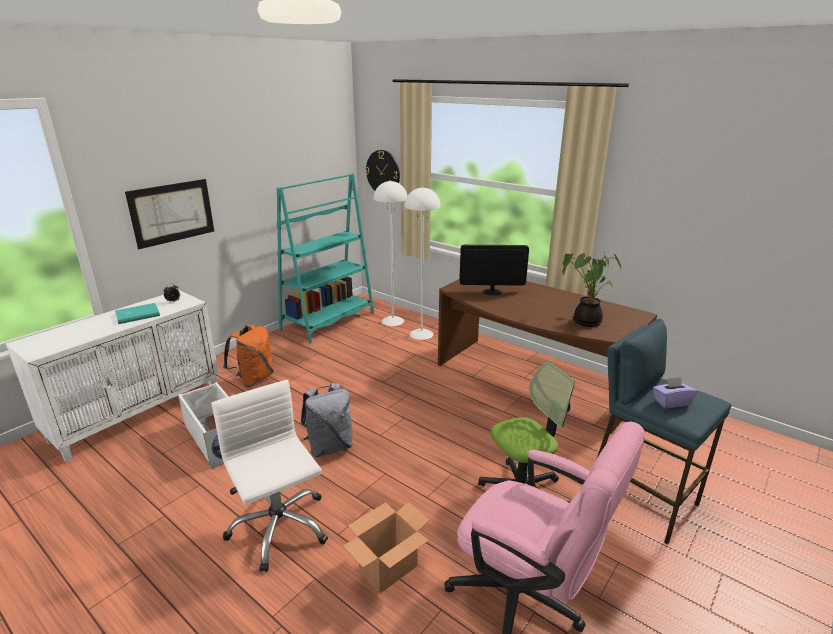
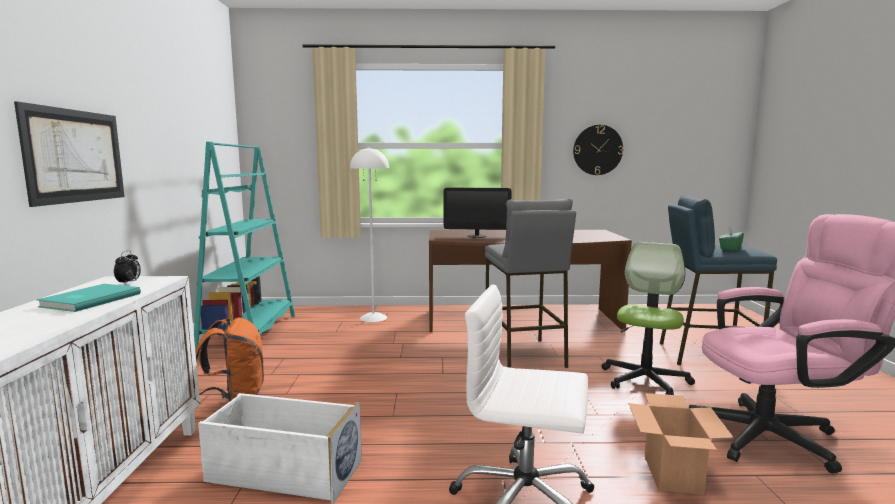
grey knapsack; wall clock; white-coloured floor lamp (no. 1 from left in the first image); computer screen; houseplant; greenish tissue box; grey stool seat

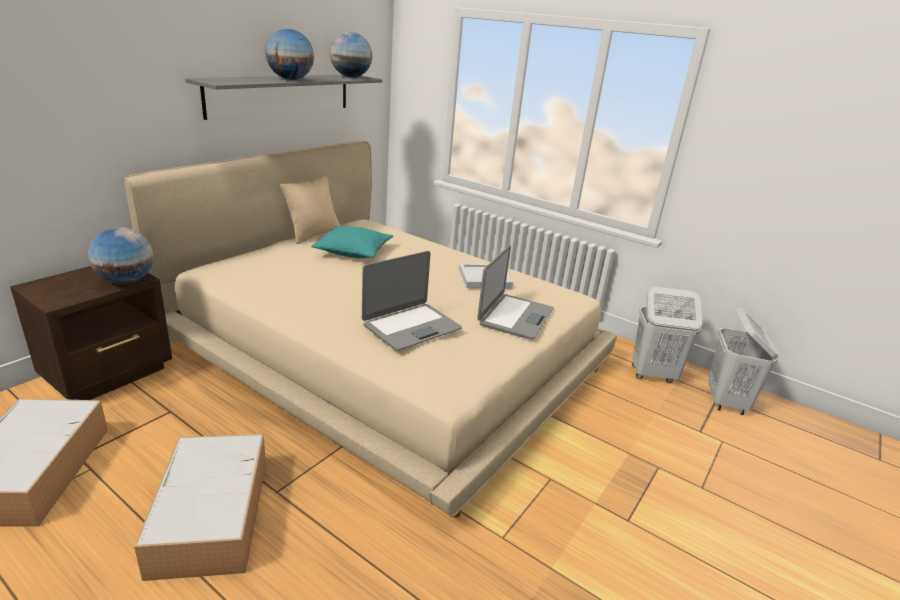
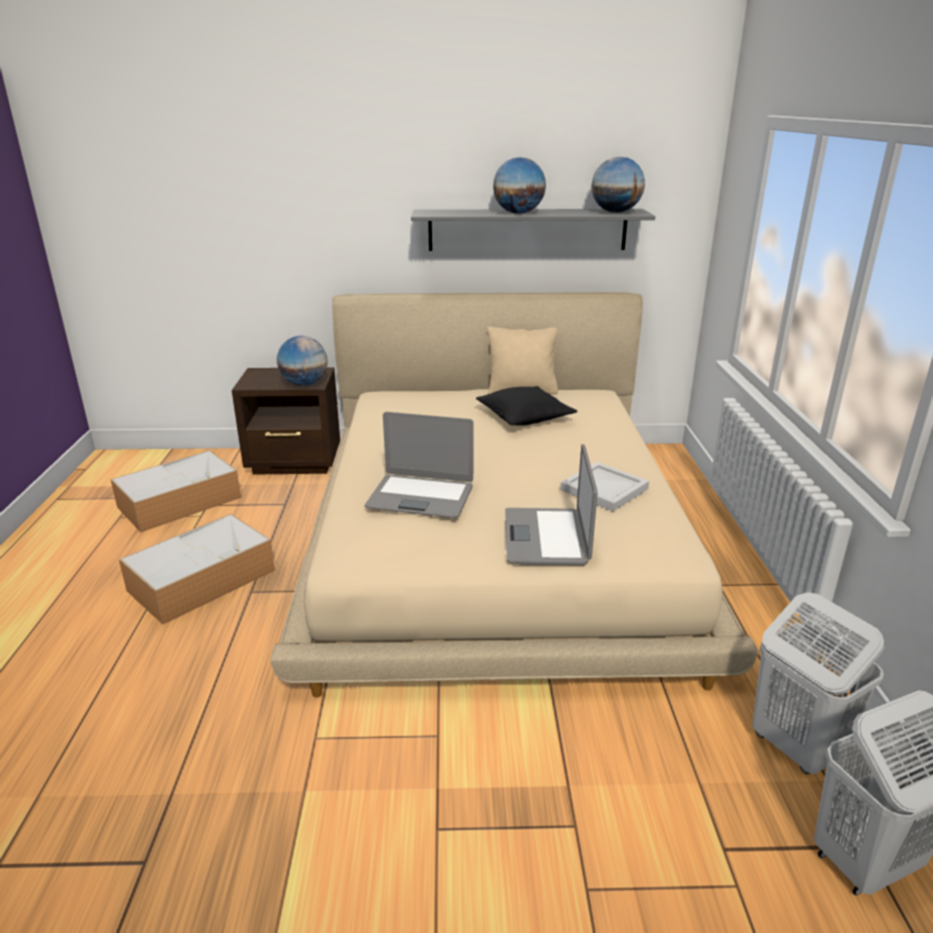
black throw pillow; portable computer (no. 2 from left)

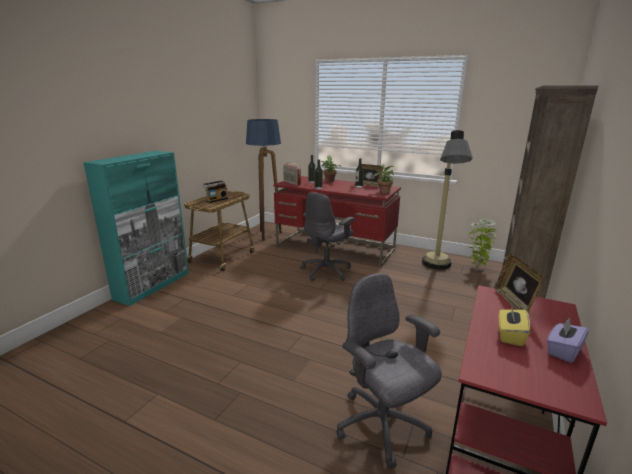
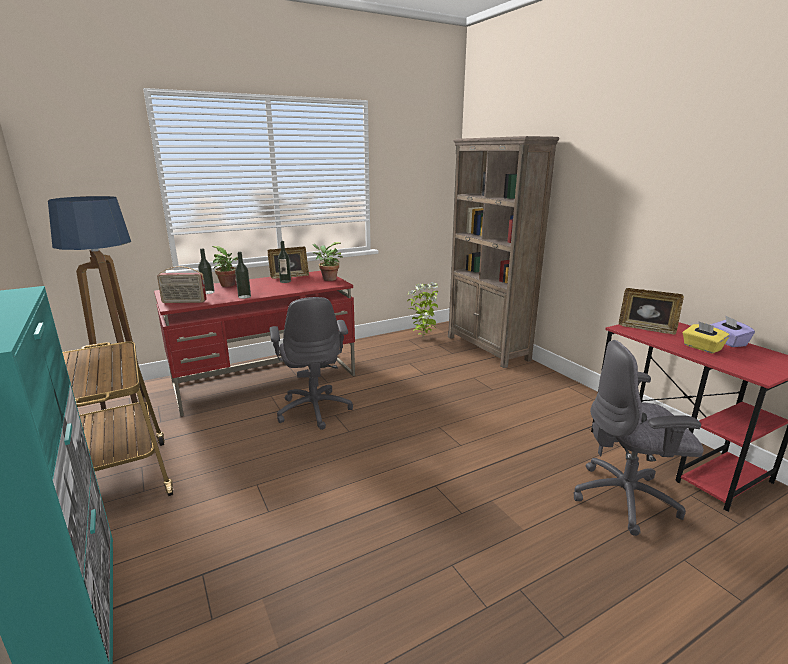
radio set (no. 1 from left in the first image); floor lamp (no. 2 from left in the first image)

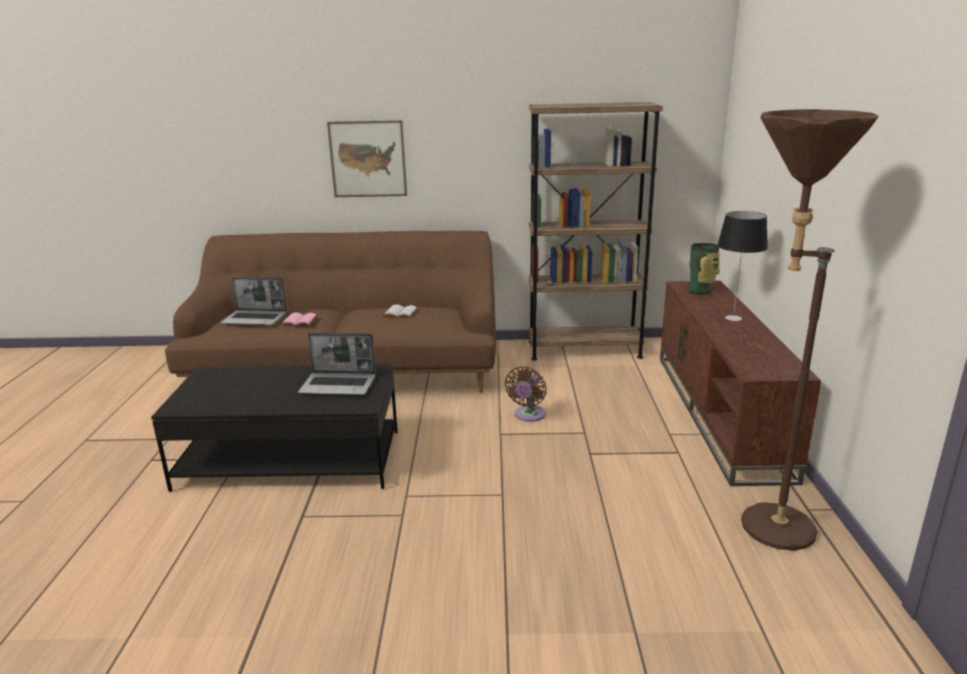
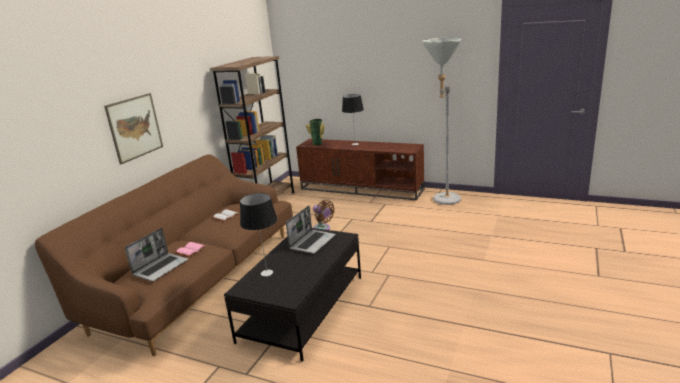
grey floor lamp; tabletop lamp (no. 1 from left)

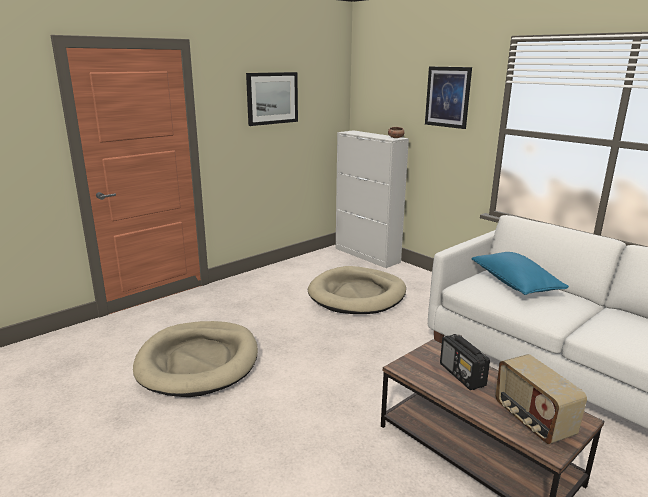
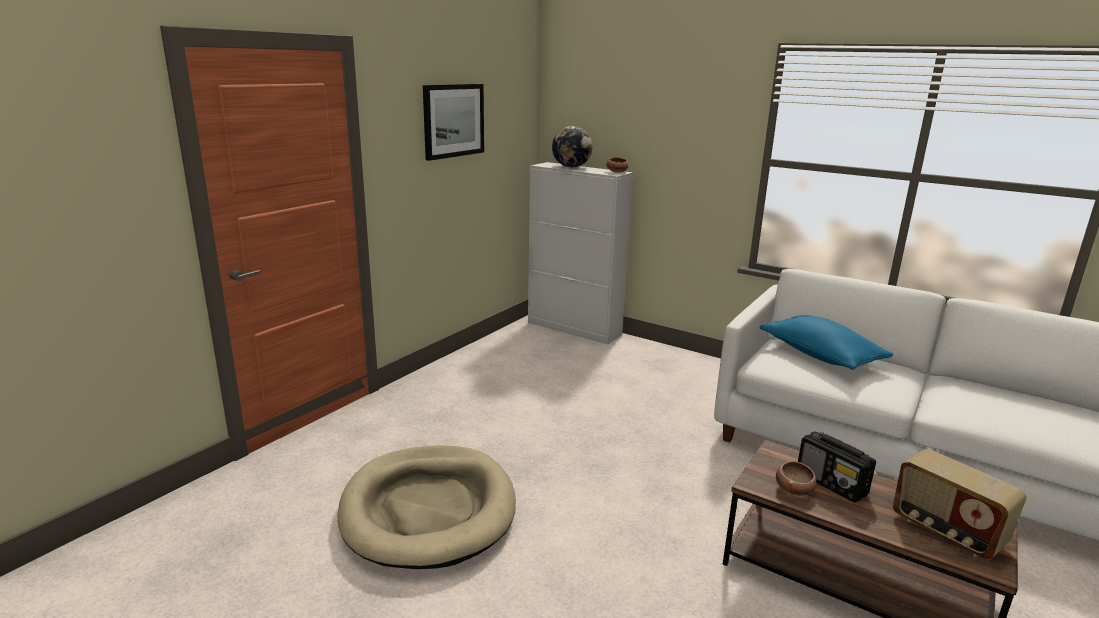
sand-coloured dog bed (no. 2 from left in the first image); wall picture (no. 2 from left in the first image); globe; deep dish (no. 2 from left)

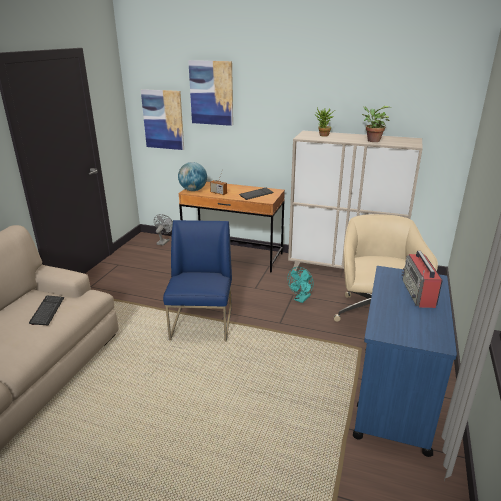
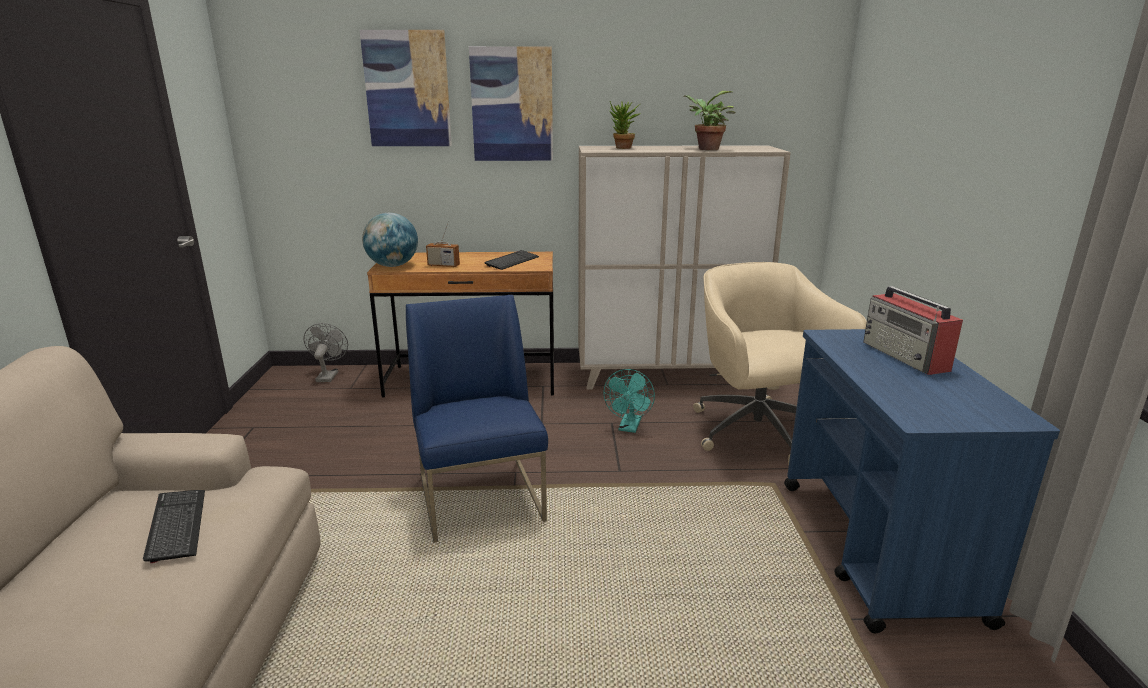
wall picture (no. 2 from left)

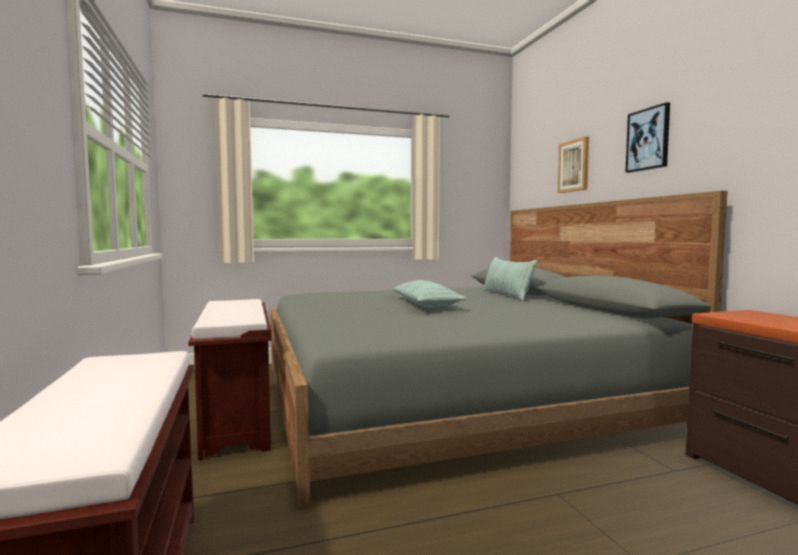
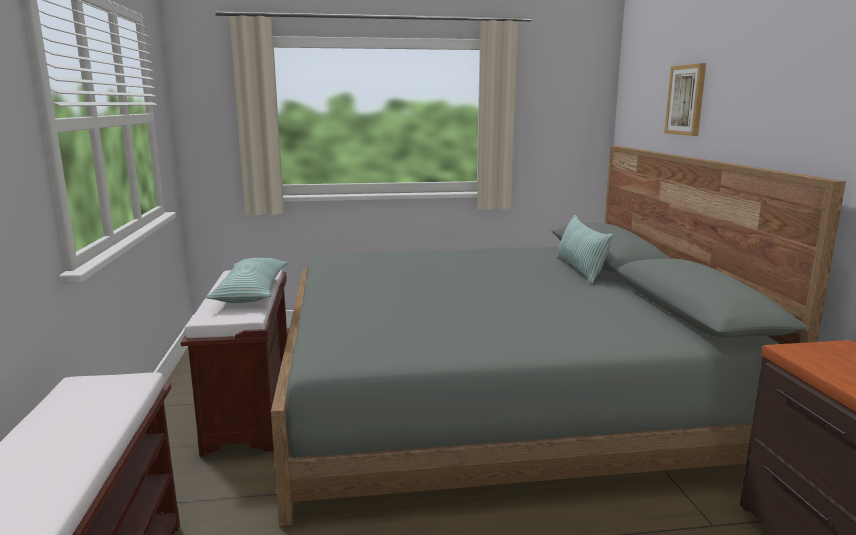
throw pillow (no. 1 from left); wall picture (no. 2 from left in the first image)

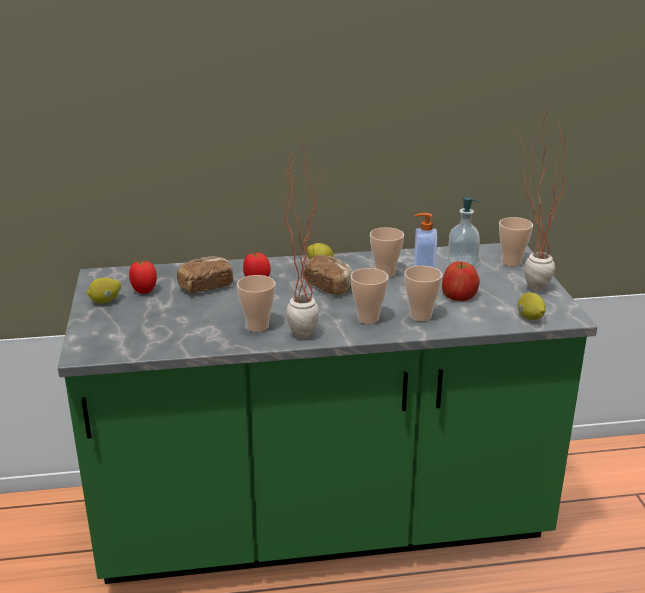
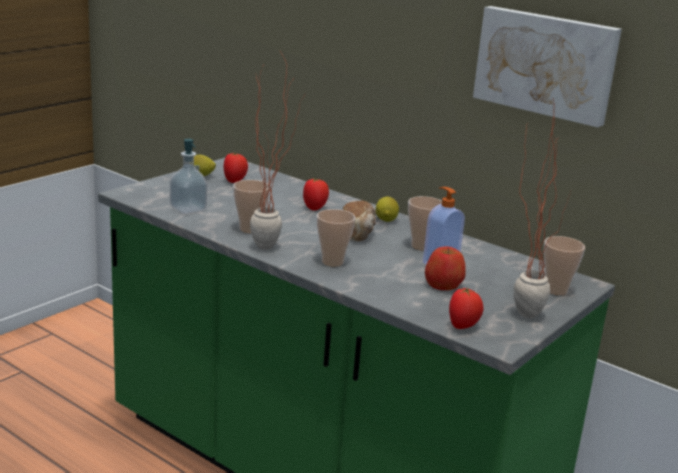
baked bread (no. 1 from left in the first image); small cup (no. 4 from left in the first image); soap dispenser (no. 1 from left); fresh tomato (no. 3 from left); wall picture

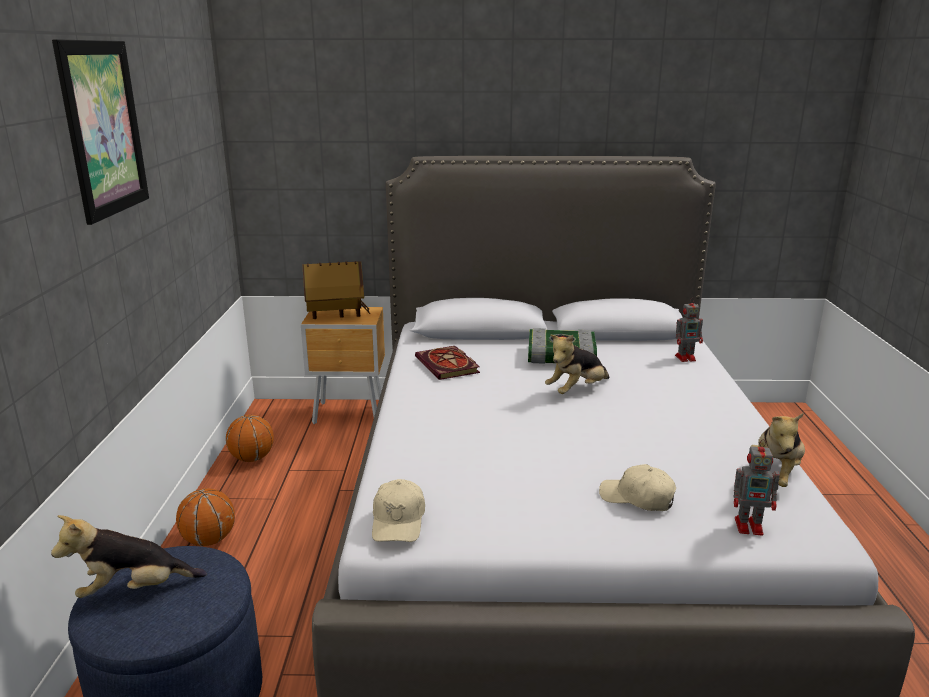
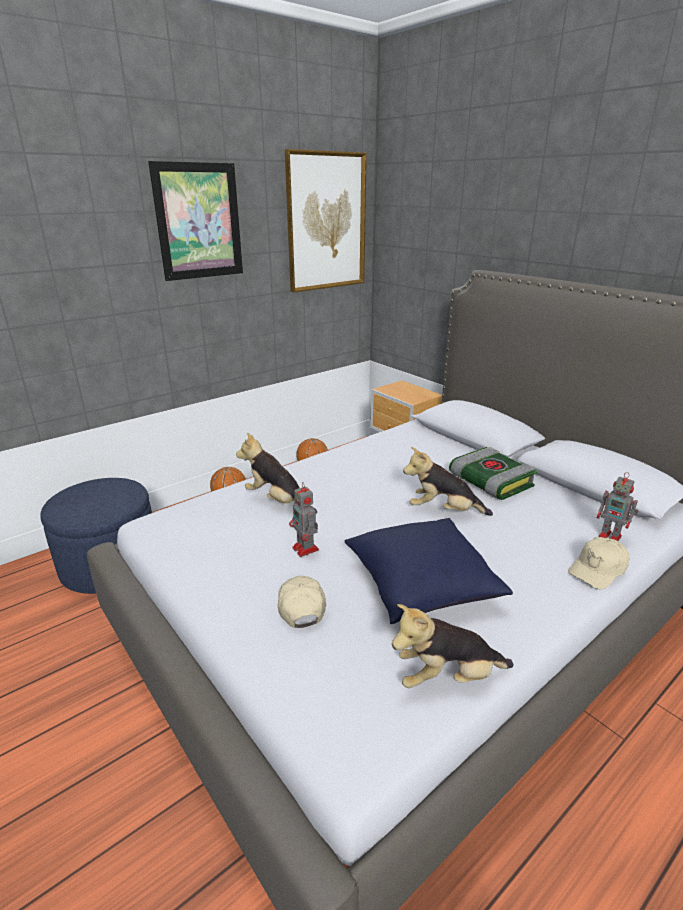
cuddly toy (no. 1 from left); model house; sand-coloured baseball cap (no. 2 from left); book (no. 1 from left in the first image); model robot (no. 1 from left); wall picture (no. 2 from left); blue-coloured throw pillow

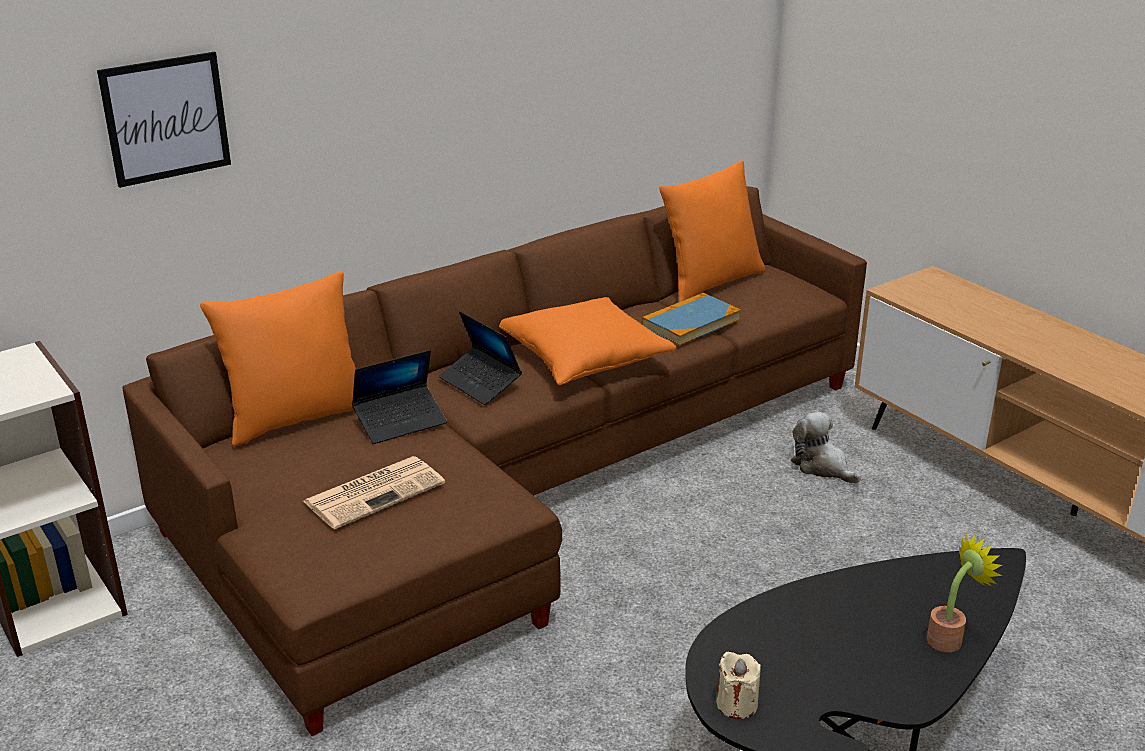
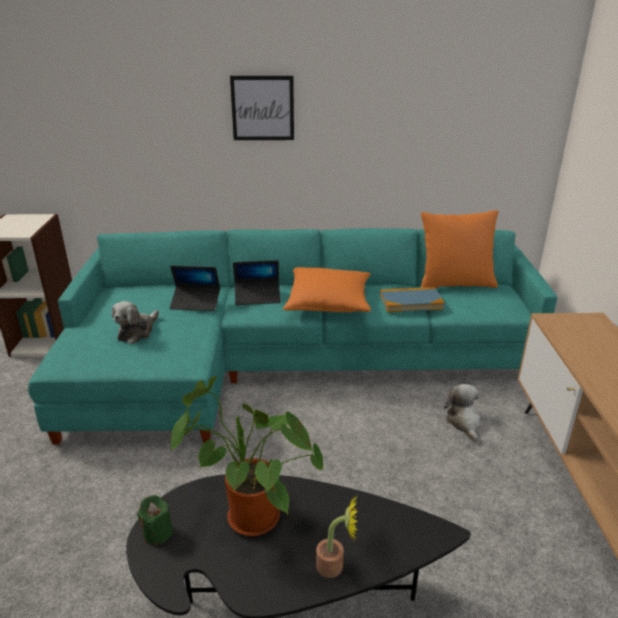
wall picture; turquoise-coloured sofa; orangey throw pillow (no. 1 from left in the first image); cuddly toy (no. 1 from left); portable computer (no. 2 from left); greenish wax light; houseplant (no. 1 from left)

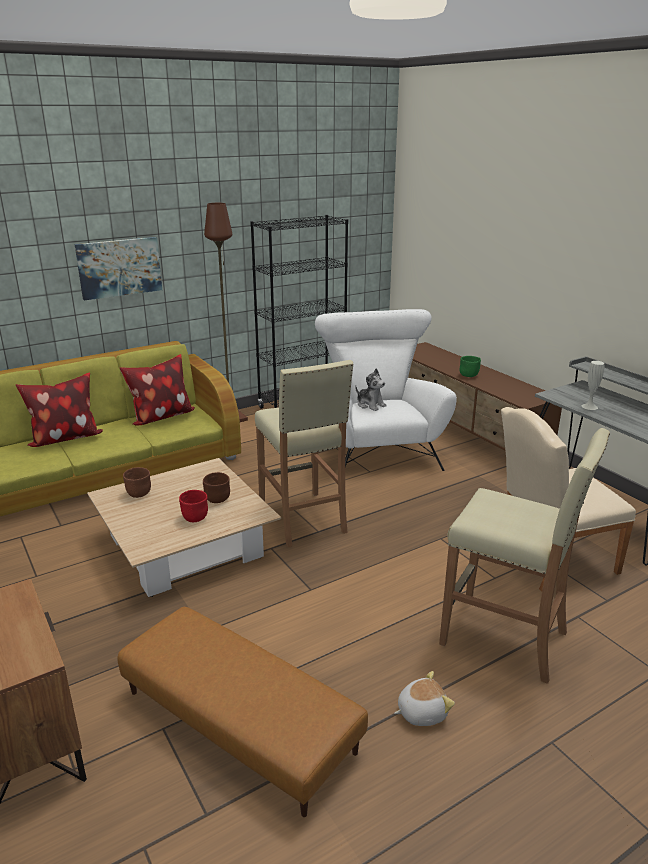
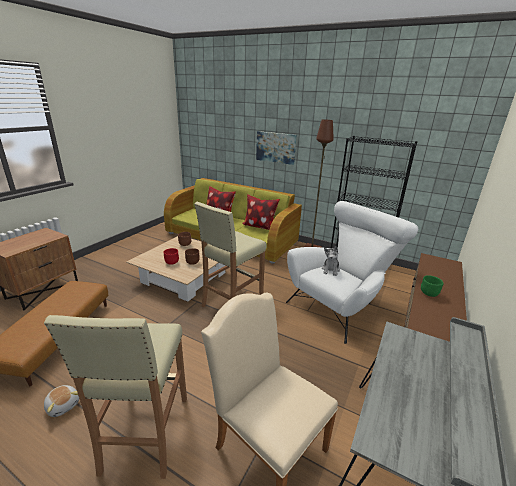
white-coloured decorative vase

